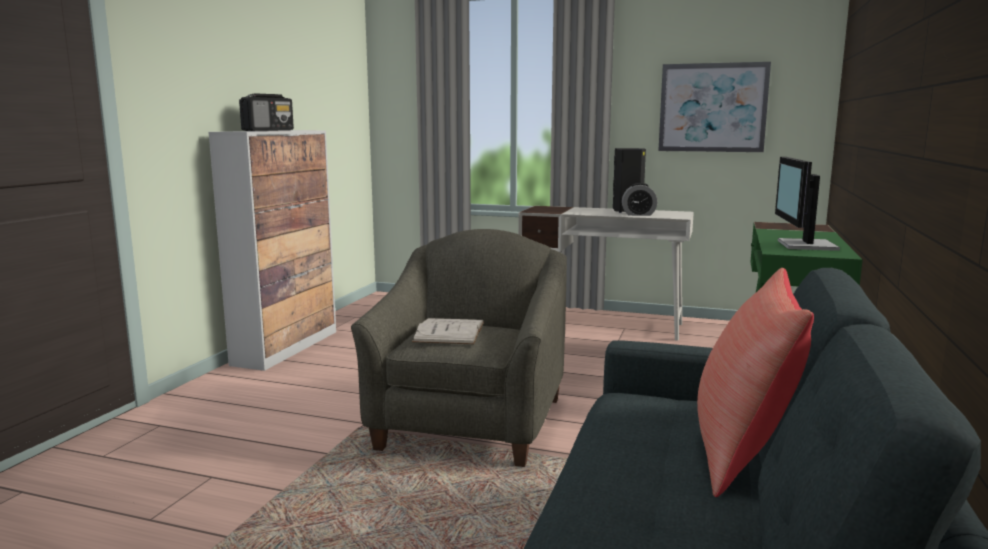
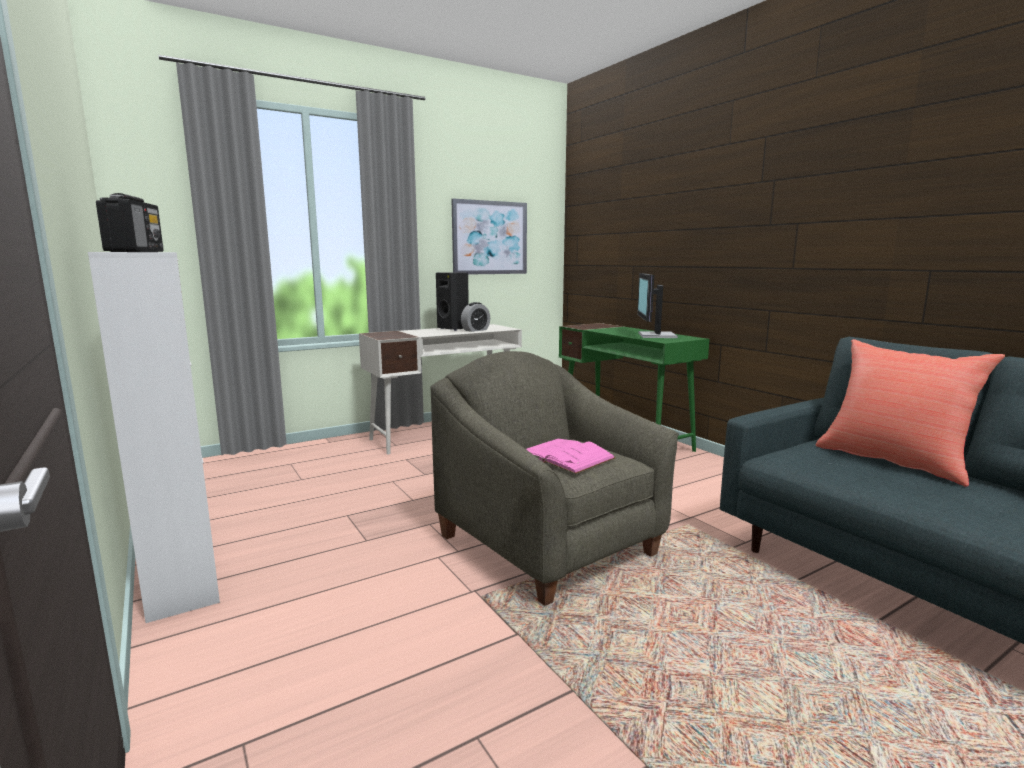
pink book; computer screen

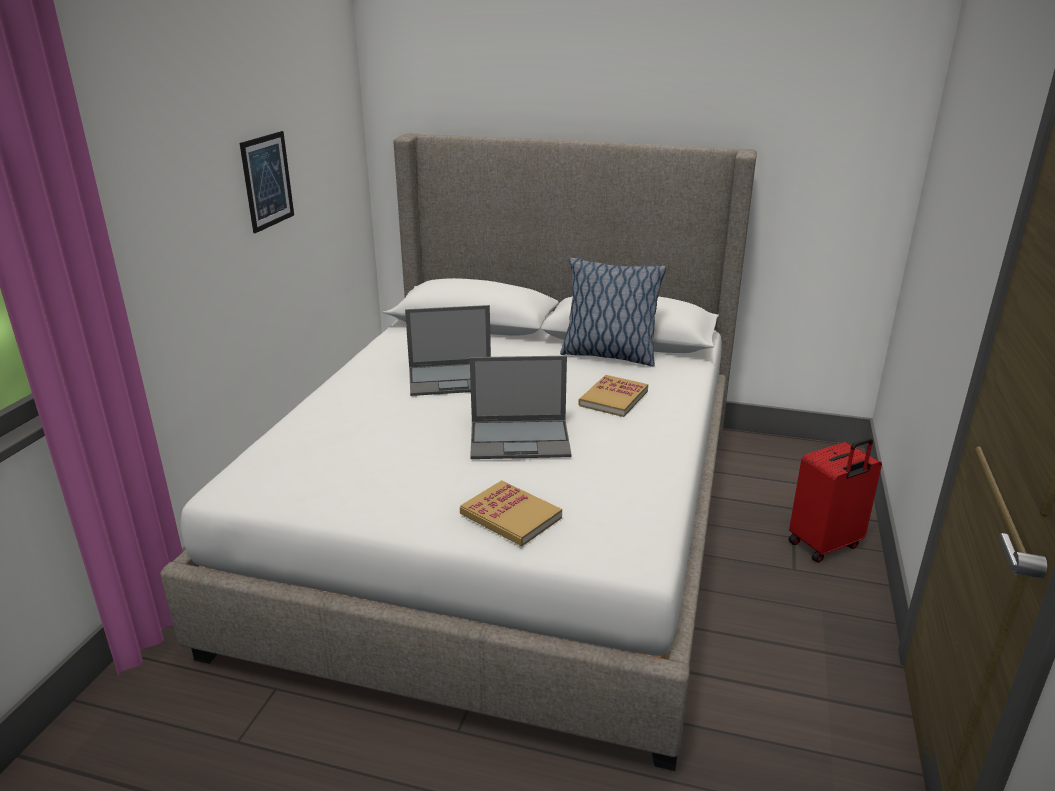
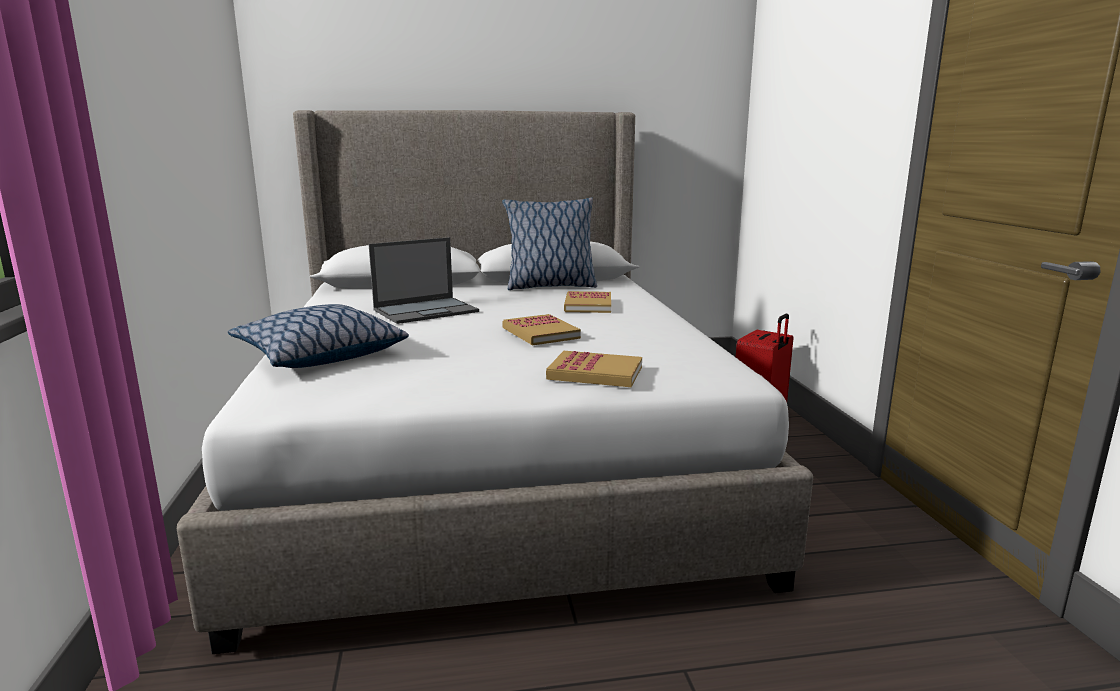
wall picture; book (no. 1 from left); throw pillow (no. 1 from left)

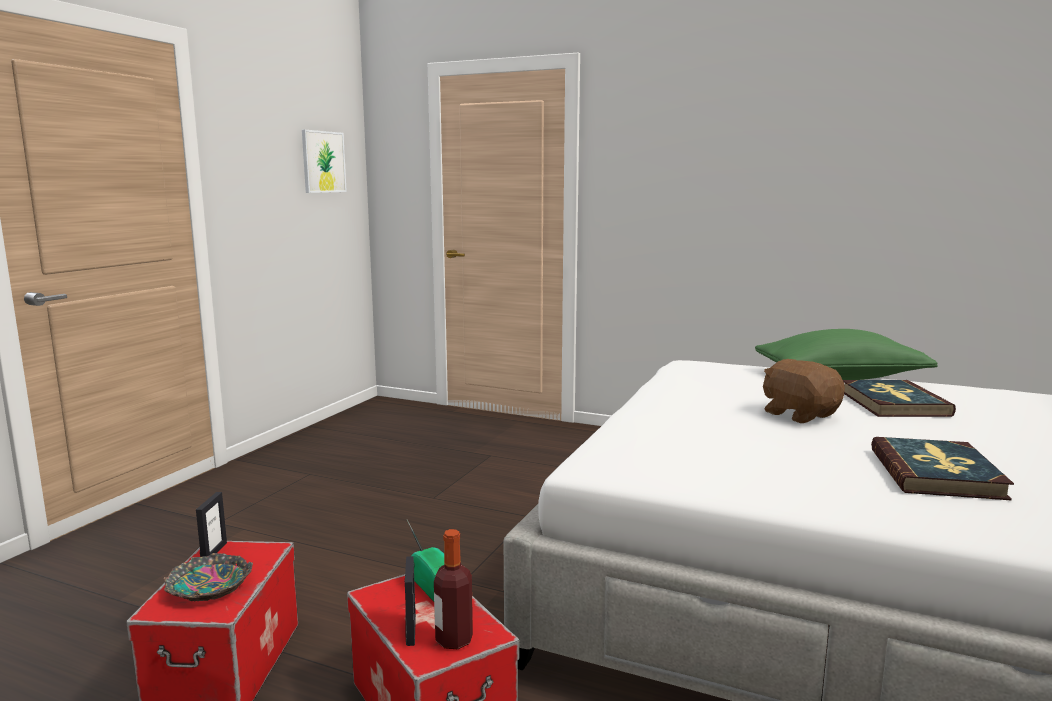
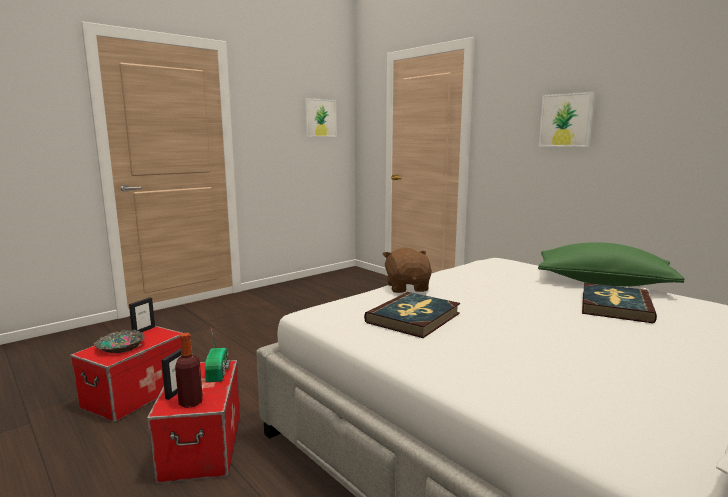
brown-coloured cuddly toy; book (no. 1 from left); wall picture (no. 2 from left)

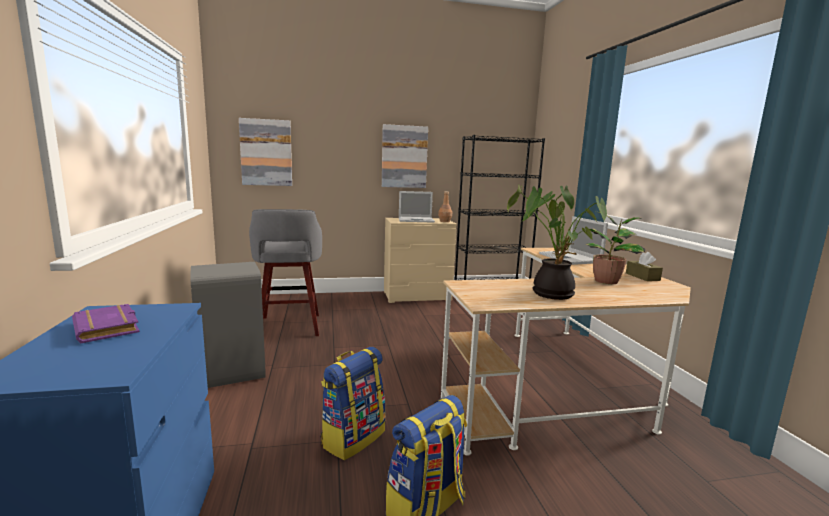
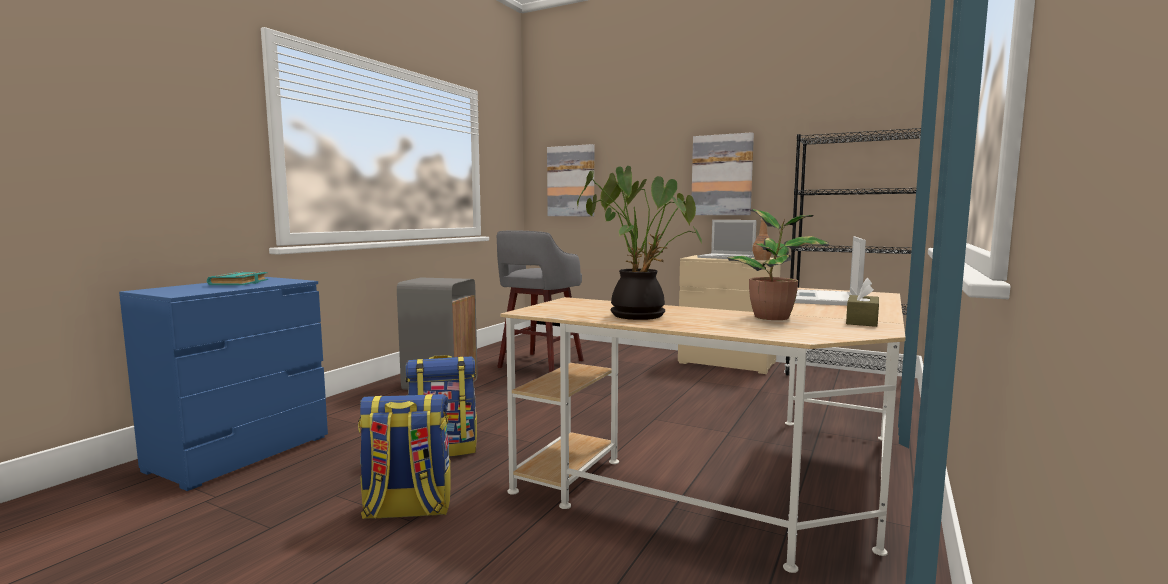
turquoise-coloured book

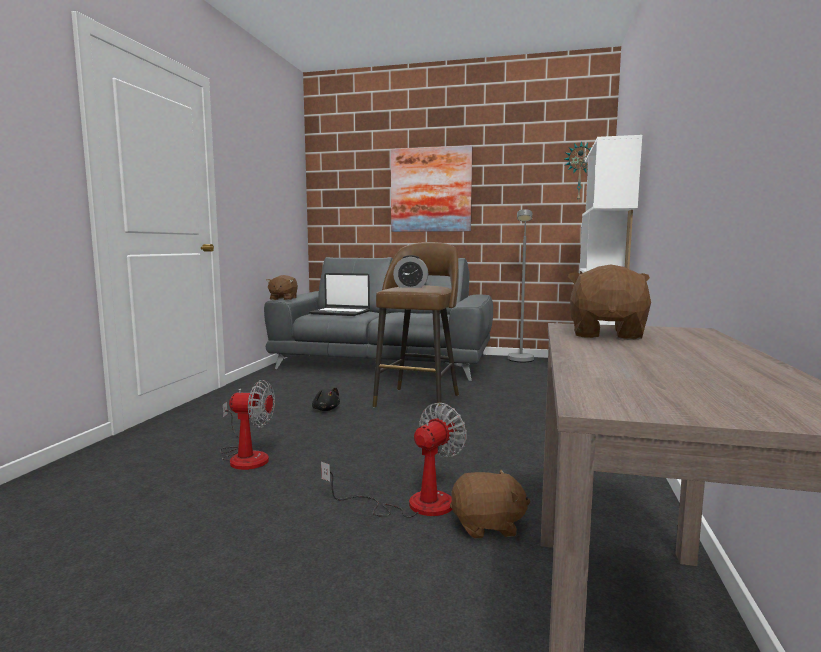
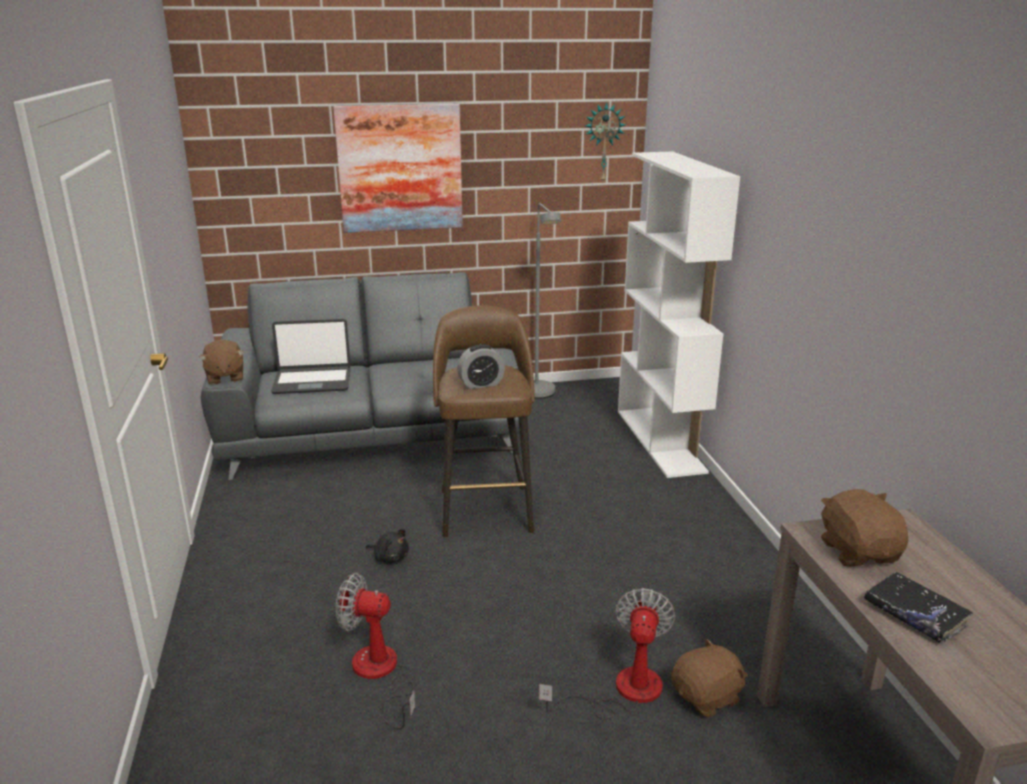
cooling fan (no. 1 from left); black book

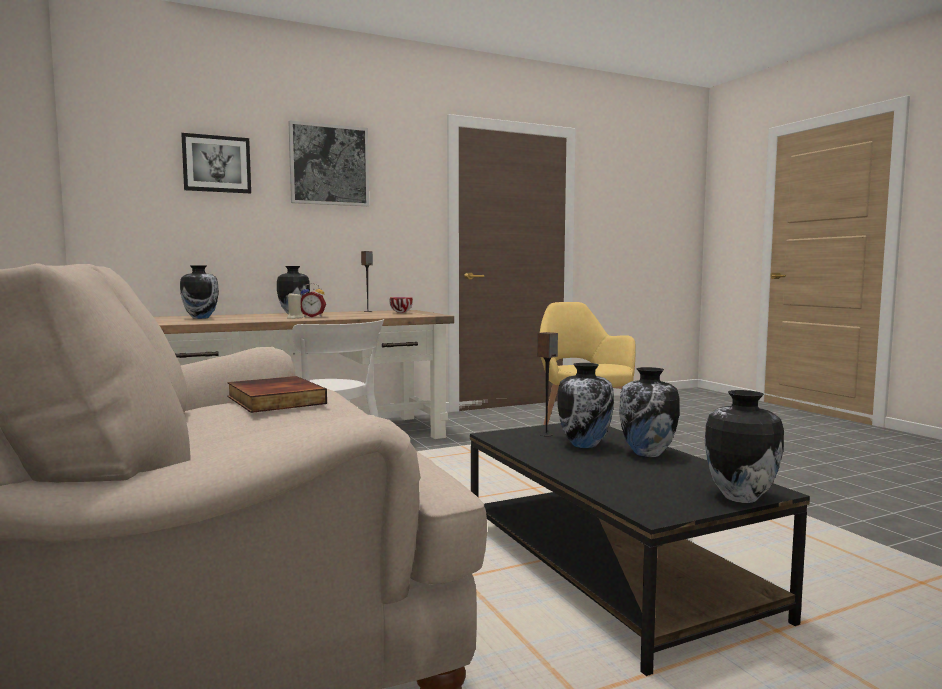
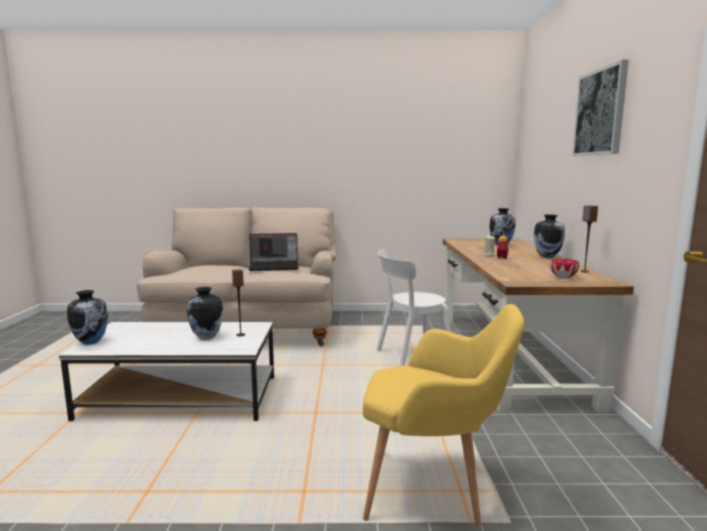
wall picture (no. 1 from left in the first image); portable computer; white-coloured lounge table; decorative vase (no. 4 from left in the first image)

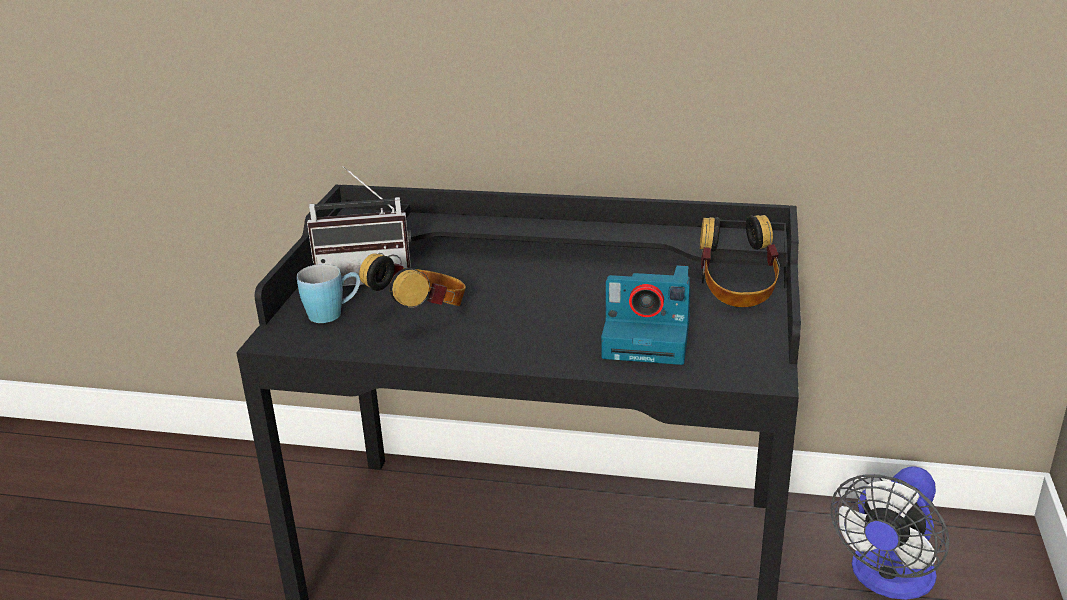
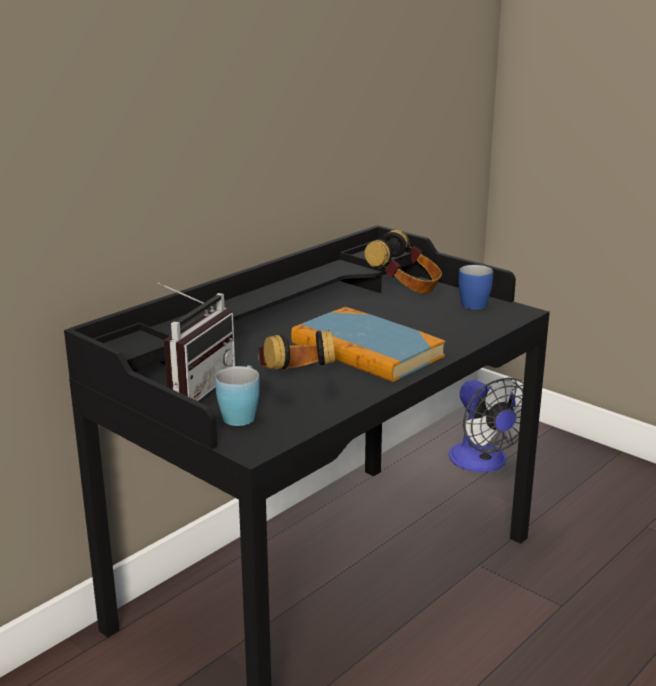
still camera; book; blue-coloured tea mug (no. 2 from left)

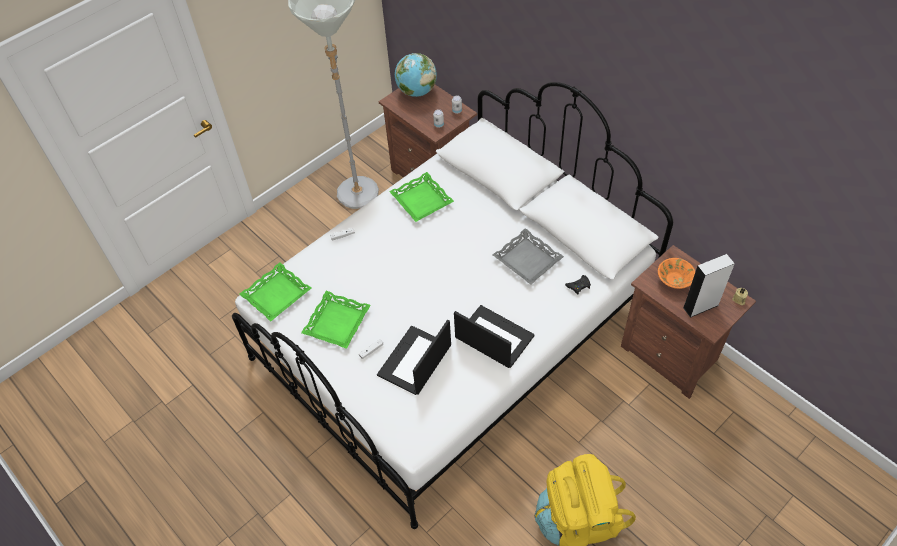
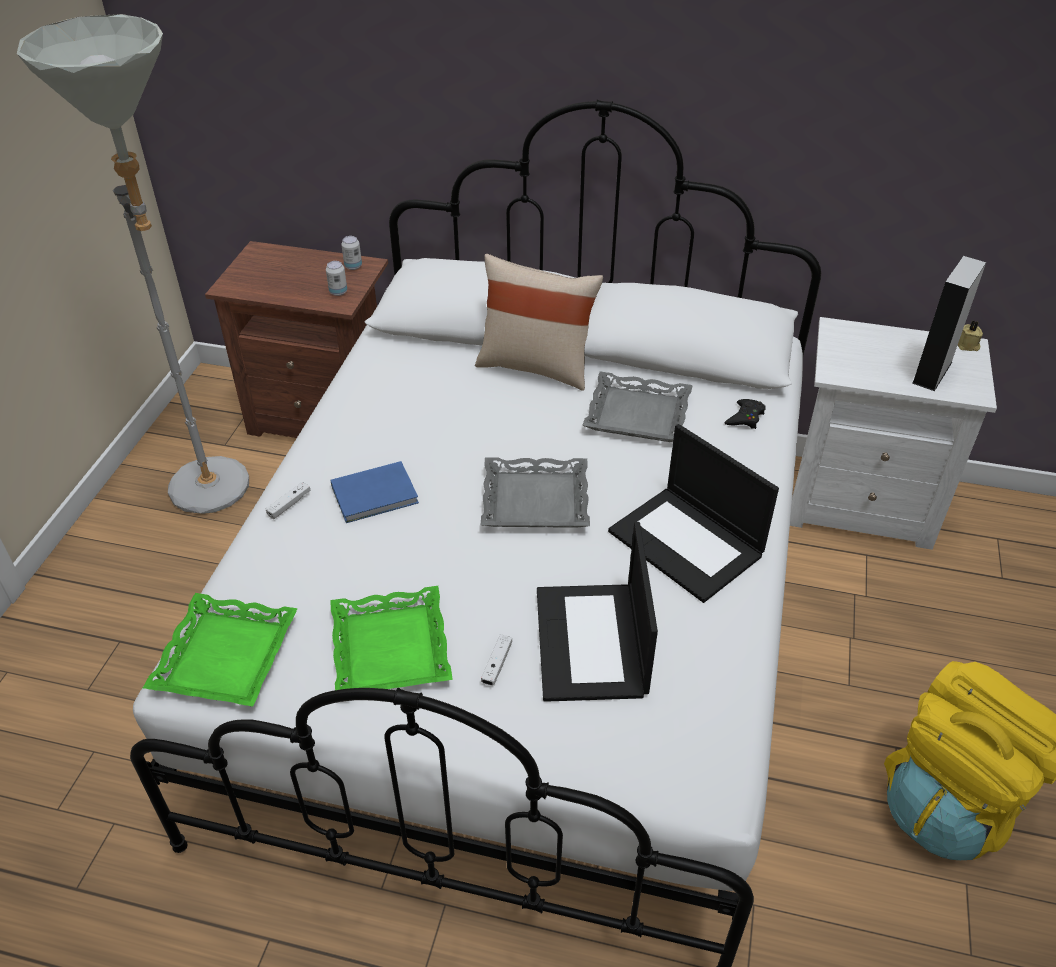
greenish carrying tray (no. 3 from left in the first image); globe; portable computer (no. 2 from left); white-coloured night table; orangey deep dish; blue-coloured book; sand-coloured throw pillow; grey carrying tray (no. 1 from left)

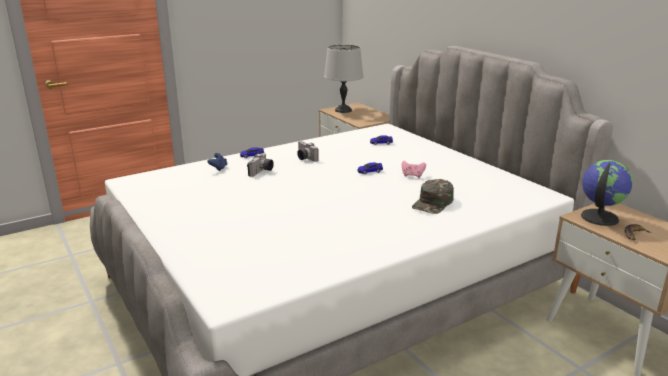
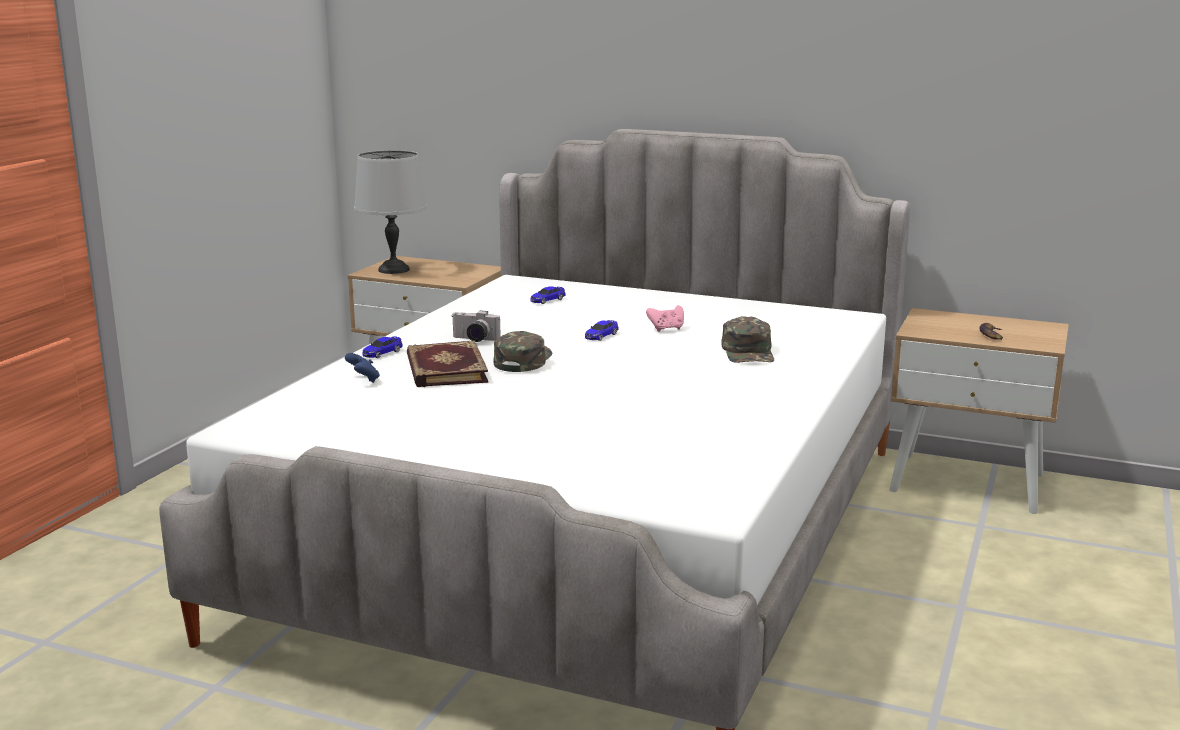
book; globe; greenish baseball cap (no. 1 from left)

